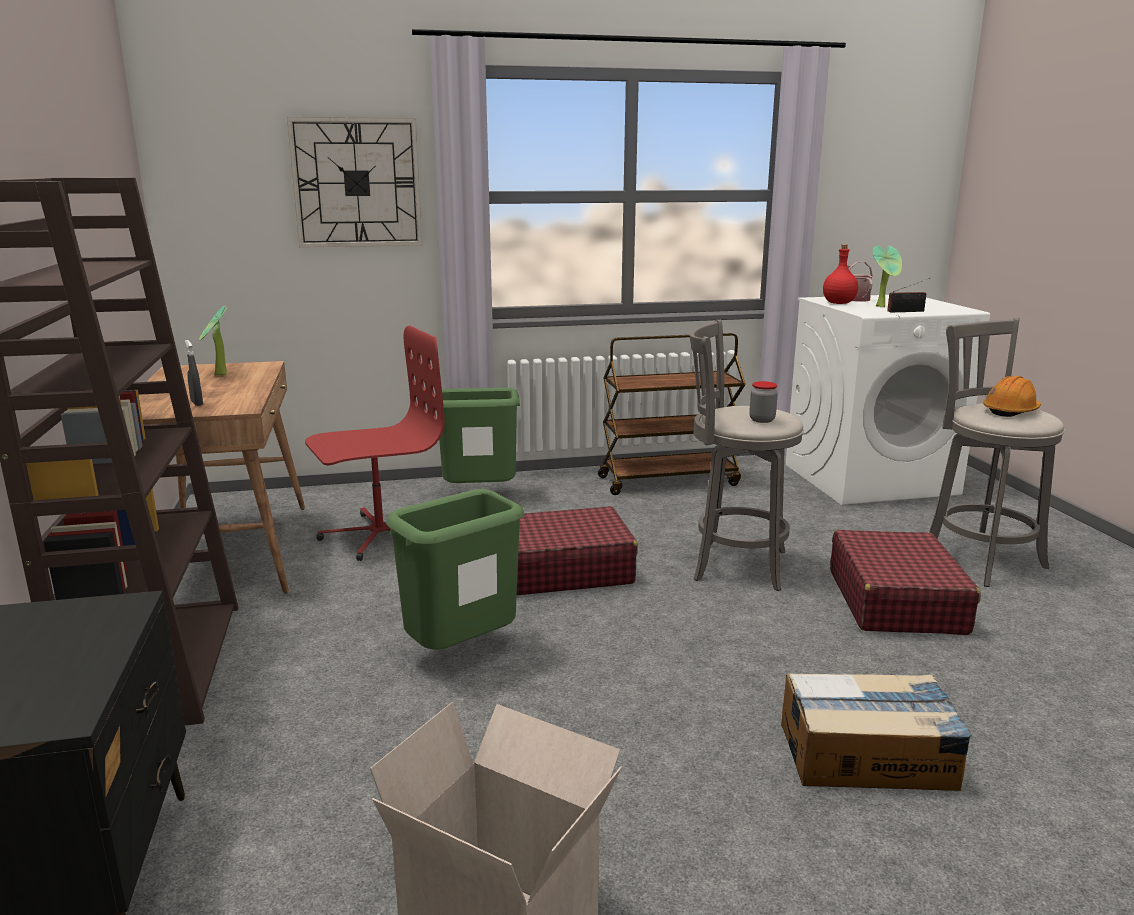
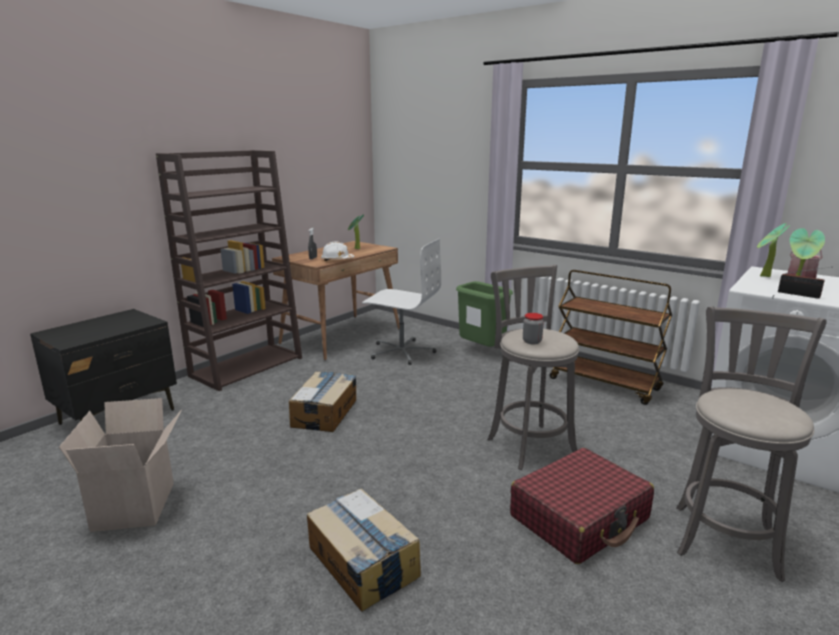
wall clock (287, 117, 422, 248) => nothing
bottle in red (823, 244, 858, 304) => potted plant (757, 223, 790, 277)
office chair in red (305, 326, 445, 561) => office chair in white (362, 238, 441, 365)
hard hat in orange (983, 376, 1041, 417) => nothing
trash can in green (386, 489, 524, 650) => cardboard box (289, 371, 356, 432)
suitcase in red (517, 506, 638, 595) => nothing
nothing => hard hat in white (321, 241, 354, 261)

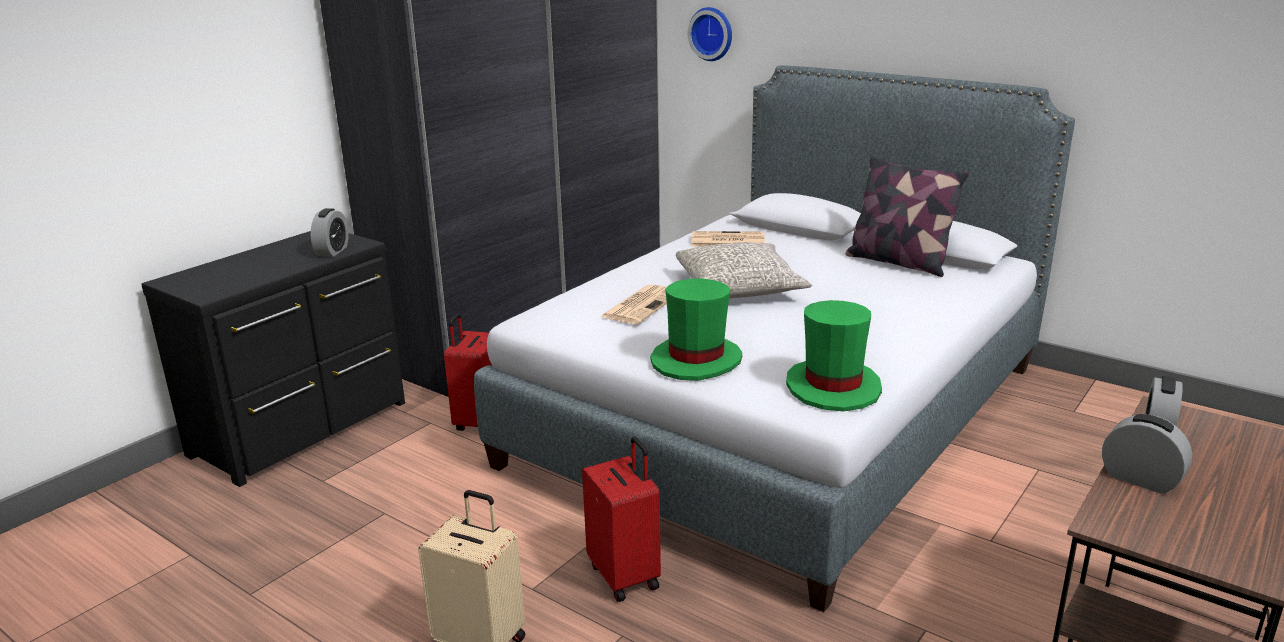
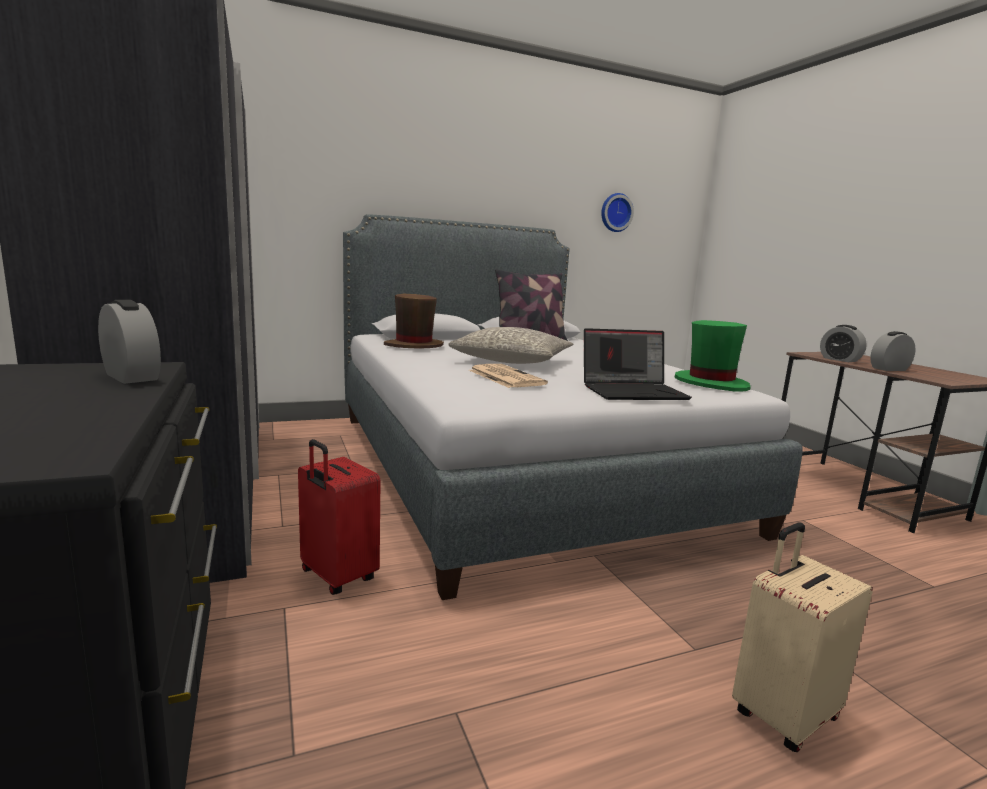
wall clock (688, 7, 732, 61) => wall clock (601, 193, 634, 232), moved
newspaper (692, 231, 765, 247) => hat in brown (384, 294, 444, 348)
hat in green (650, 278, 742, 381) => laptop (584, 328, 692, 400)
suitcase in red (582, 436, 661, 602) => nothing

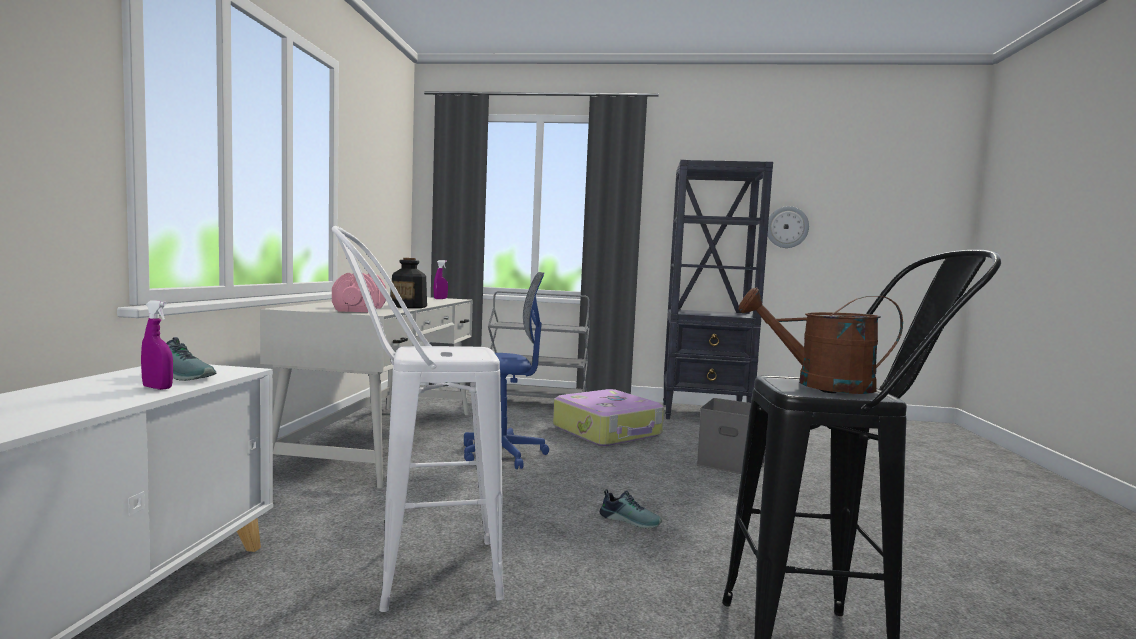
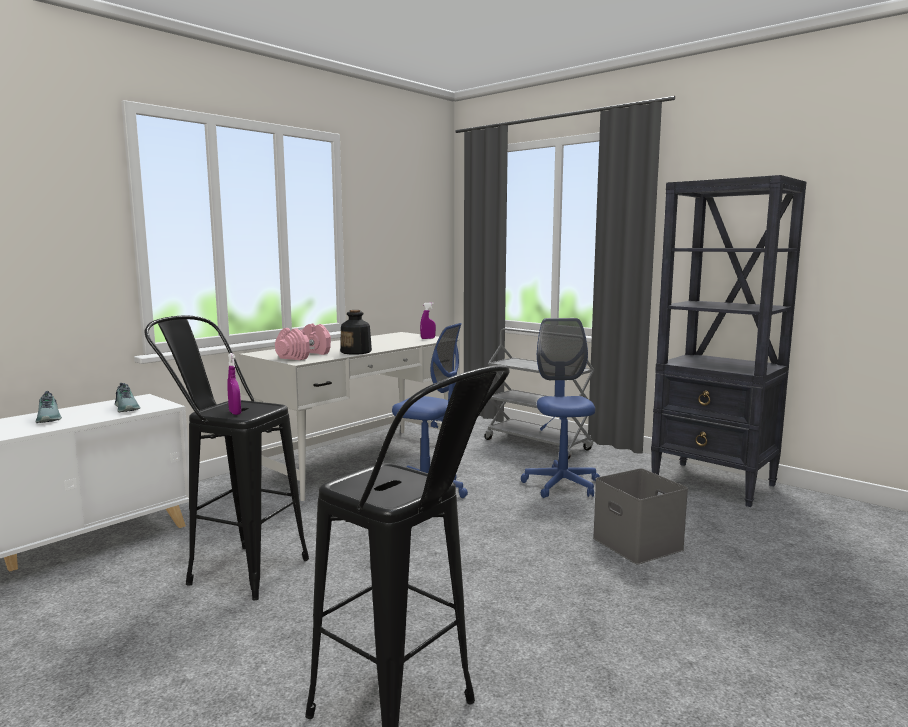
wall clock (767, 206, 809, 248) => nothing
stool in white (332, 226, 504, 612) => stool in black (144, 315, 309, 601)
watering can in brown (739, 287, 903, 394) => nothing
spray bottle in purple (141, 300, 173, 390) => spray bottle in purple (227, 353, 241, 415), moved
suitcase (553, 389, 664, 446) => office chair in blue (521, 318, 600, 498)
shoe (600, 489, 662, 529) => shoe (36, 391, 62, 423), moved

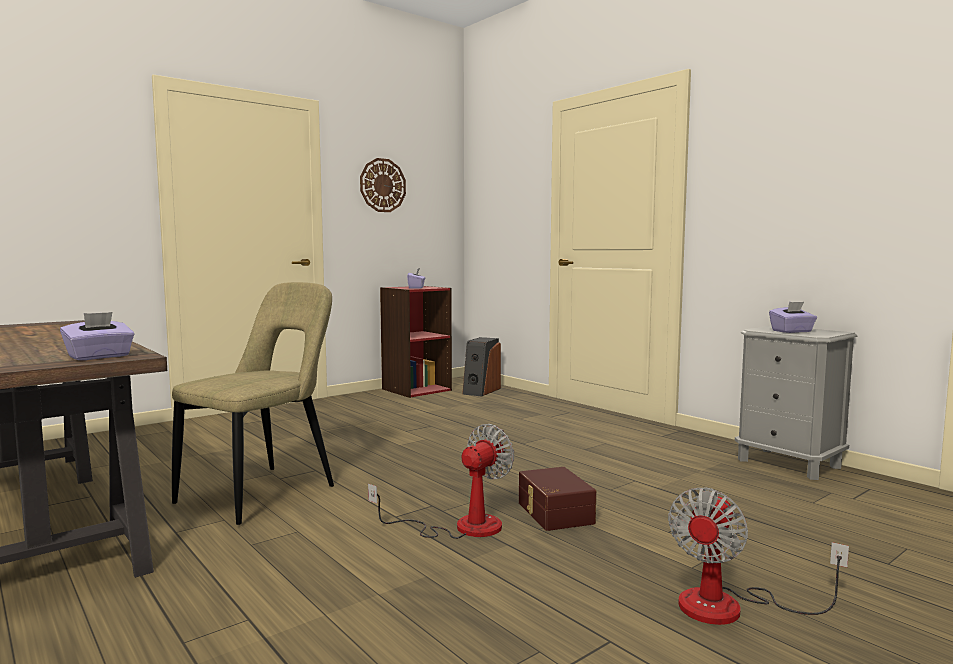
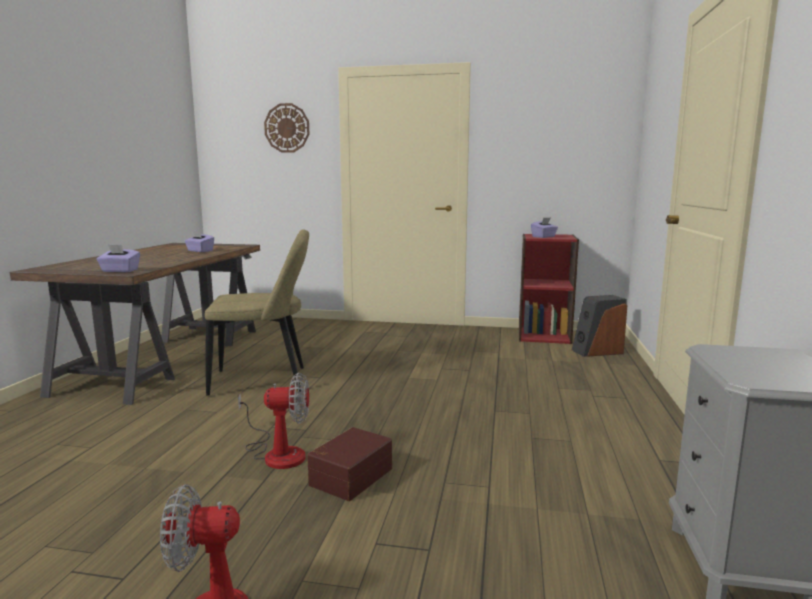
wall clock (360, 158, 406, 212) => wall clock (264, 103, 309, 153), moved
tissue box in purple (769, 302, 817, 333) => tissue box in purple (185, 230, 214, 252), moved

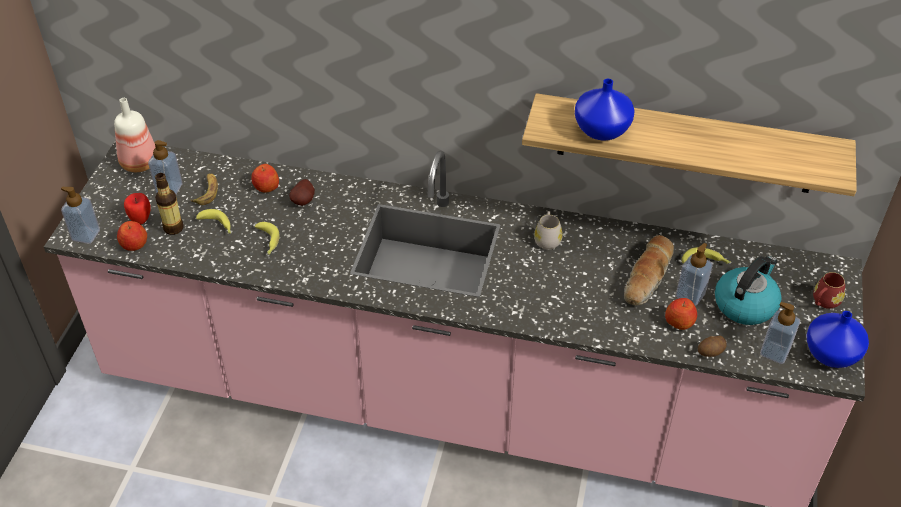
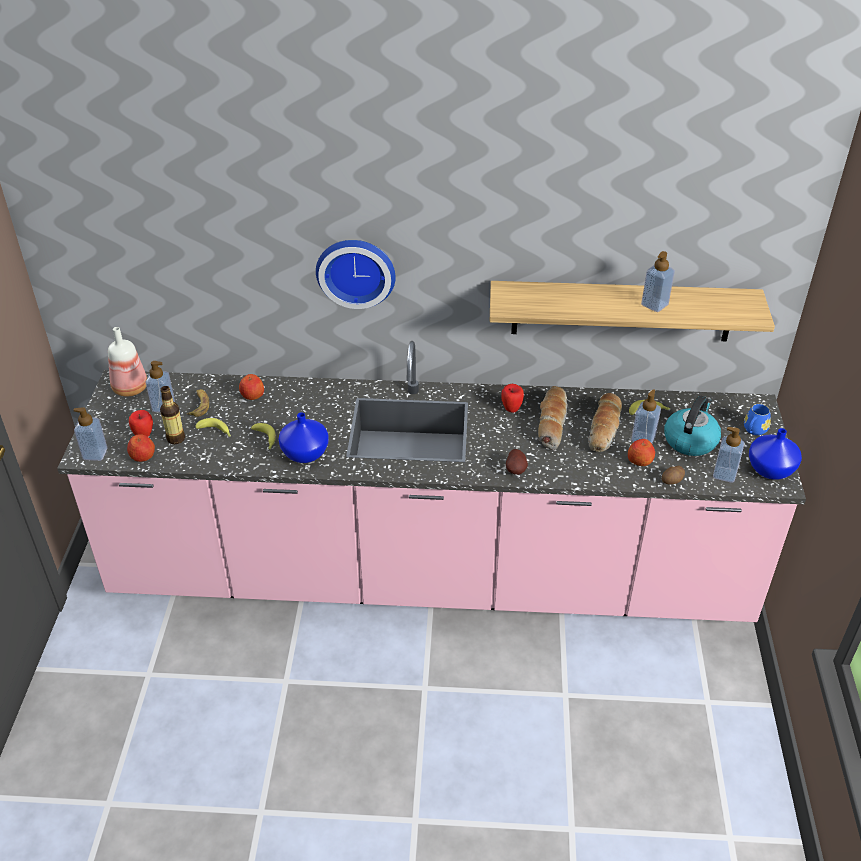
vase in blue (575, 79, 635, 141) => vase in blue (279, 412, 329, 463), moved
potato (289, 179, 315, 206) => potato (506, 449, 528, 475), moved
mug in white (534, 211, 563, 250) => apple (501, 384, 524, 413)
mug in red (813, 272, 845, 309) => mug in blue (744, 404, 771, 435)
nothing => wall clock (316, 240, 396, 309)
nothing => soap dispenser (641, 251, 675, 312)
nothing => bread (538, 386, 568, 450)

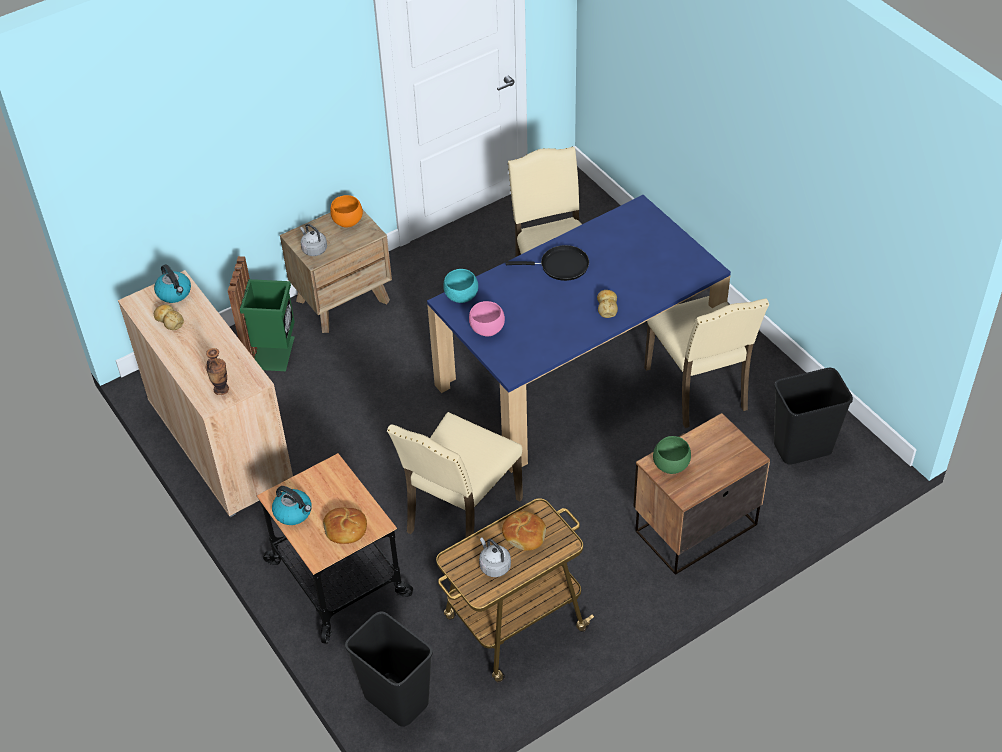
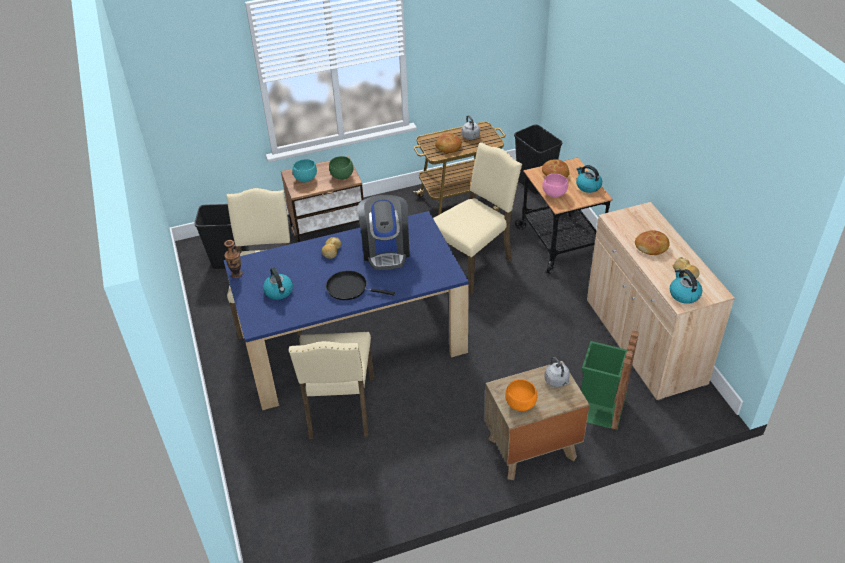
bowl in turquoise (443, 269, 478, 303) => bowl in turquoise (292, 159, 317, 182), moved
bowl in pink (469, 301, 505, 336) => bowl in pink (542, 174, 568, 197), moved
vase (206, 348, 229, 395) => vase (224, 240, 243, 278), moved
nothing => coffee machine (357, 195, 410, 270)
nothing => bread (635, 230, 670, 255)
nothing => kettle (263, 267, 293, 300)

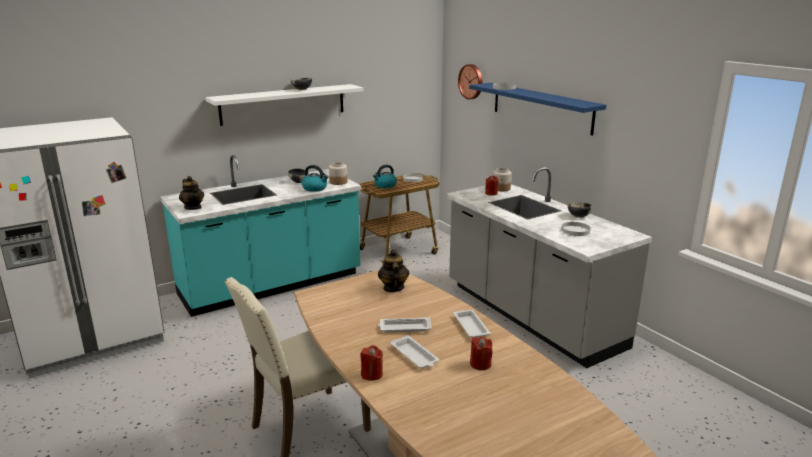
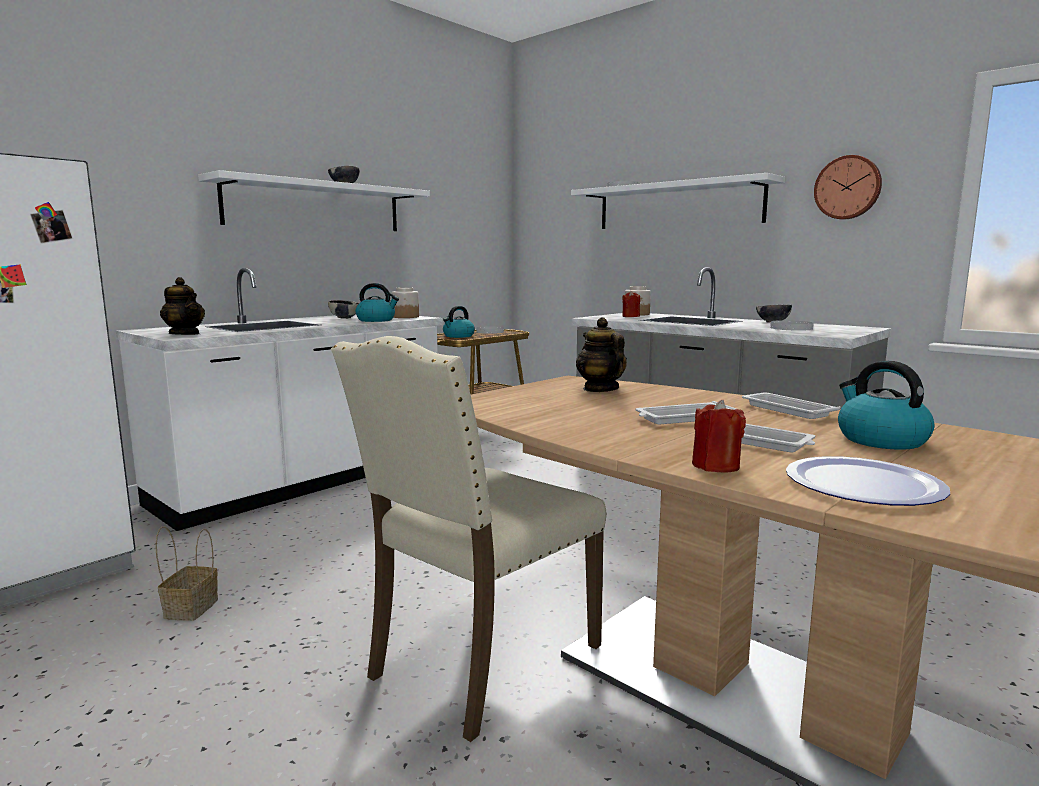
wall clock (458, 64, 482, 100) => wall clock (814, 155, 882, 220), moved
shelf in blue (469, 83, 606, 136) => shelf in white (571, 173, 785, 229)
counter in turquoise (160, 155, 361, 317) => counter in white (116, 268, 443, 531)
candle in red (470, 336, 493, 370) => kettle (838, 361, 934, 450)
nothing => plate (786, 456, 950, 506)
nothing => basket (155, 526, 218, 621)

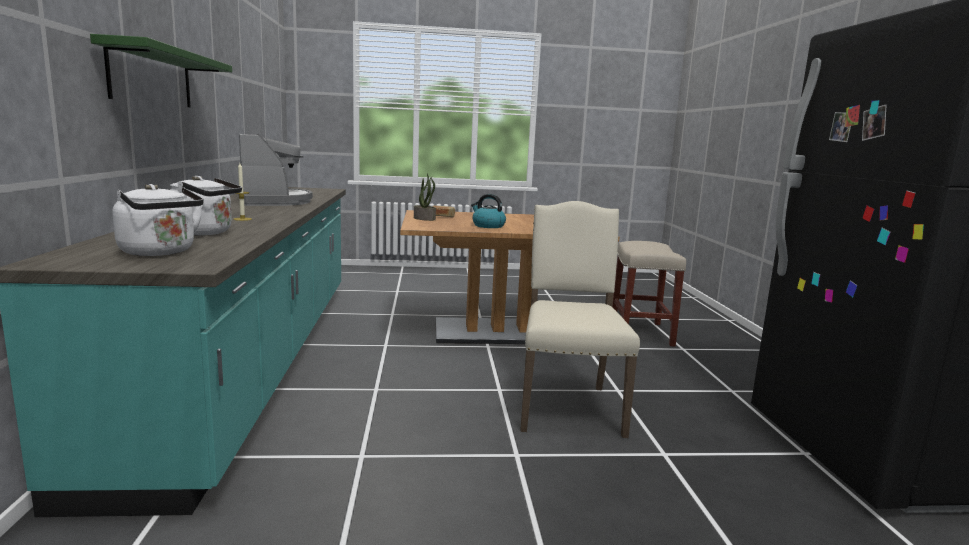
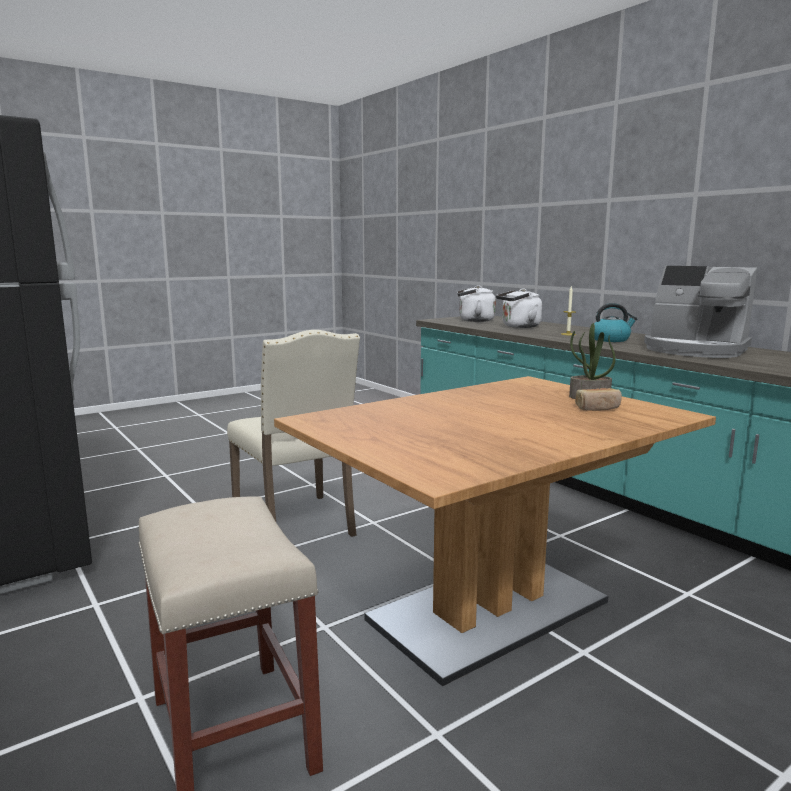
shelf in green (90, 34, 232, 108) => nothing
kettle (471, 194, 506, 228) => kettle (594, 303, 637, 342), moved

